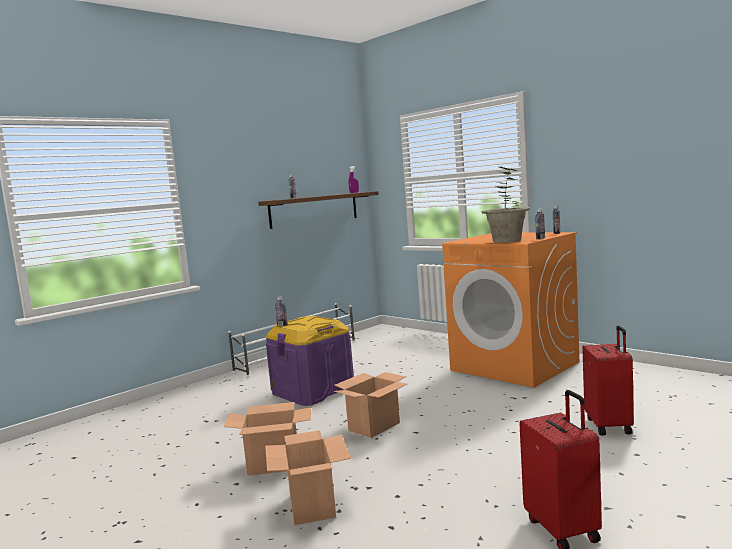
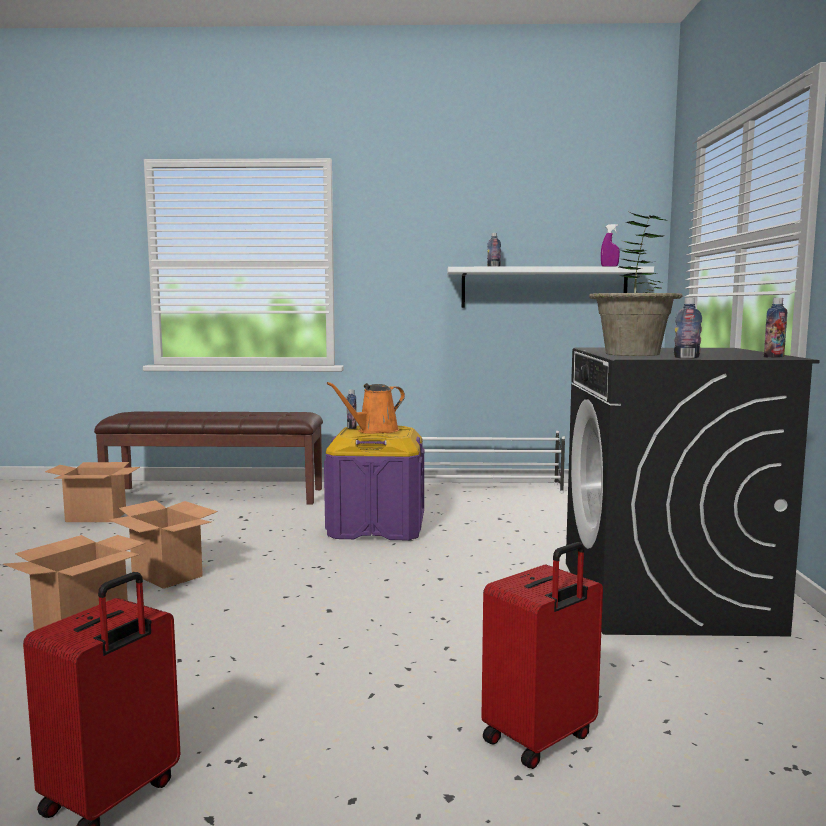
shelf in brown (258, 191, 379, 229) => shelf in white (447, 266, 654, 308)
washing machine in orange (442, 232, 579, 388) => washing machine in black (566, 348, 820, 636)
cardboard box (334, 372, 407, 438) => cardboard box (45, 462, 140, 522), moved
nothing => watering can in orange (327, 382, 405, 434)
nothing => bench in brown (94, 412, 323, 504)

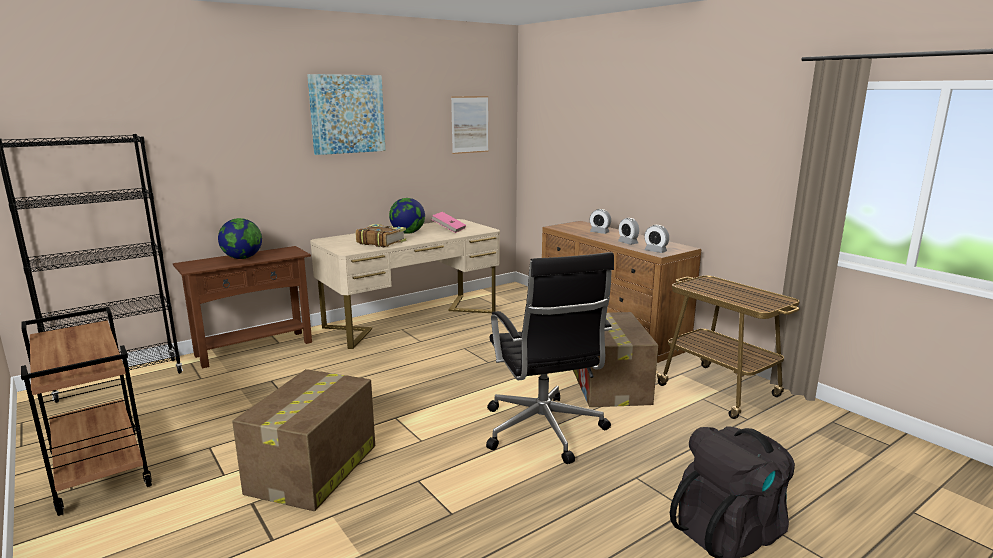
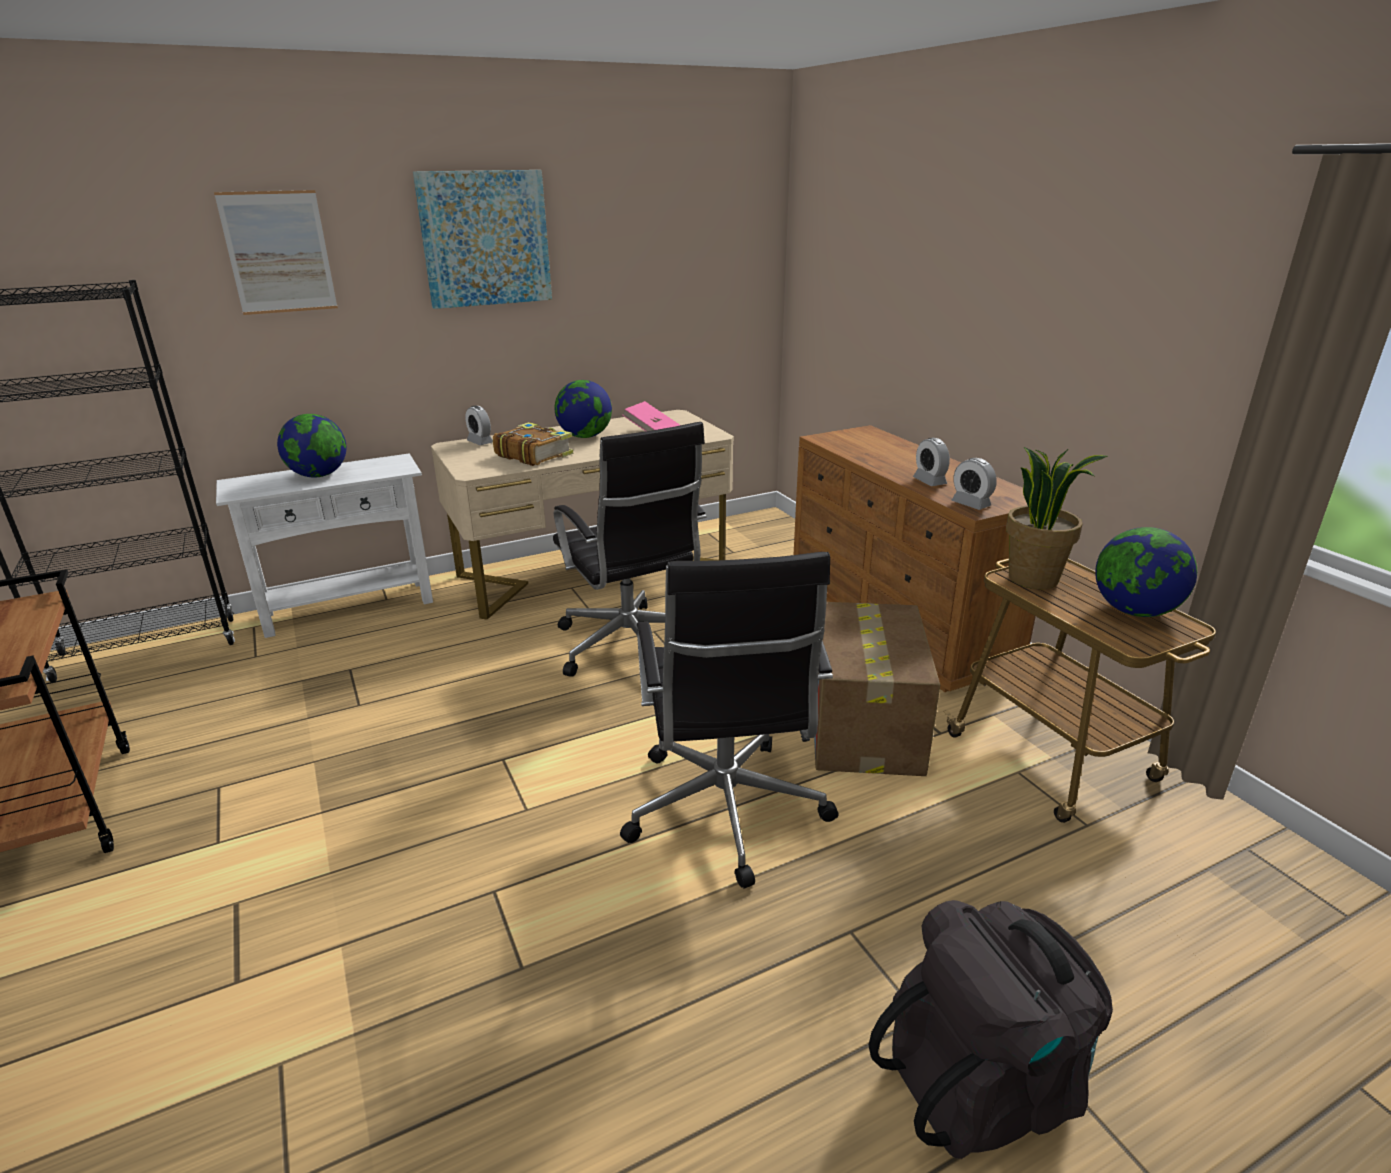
picture (451, 96, 489, 154) => picture (214, 190, 338, 315), moved
alarm clock (590, 209, 611, 234) => alarm clock (465, 406, 493, 445), moved
console table in brown (173, 246, 312, 368) => console table in white (216, 453, 433, 638)
cardboard box (232, 369, 375, 511) => nothing
nothing => office chair in black (553, 422, 707, 677)
nothing => potted plant (1006, 447, 1108, 589)
nothing => globe (1095, 527, 1197, 617)

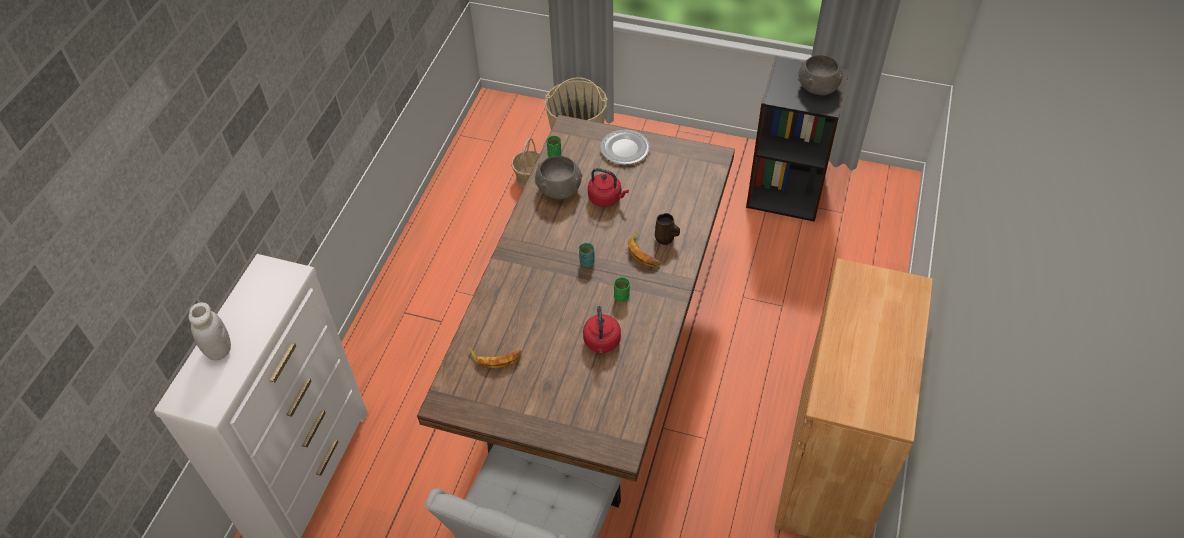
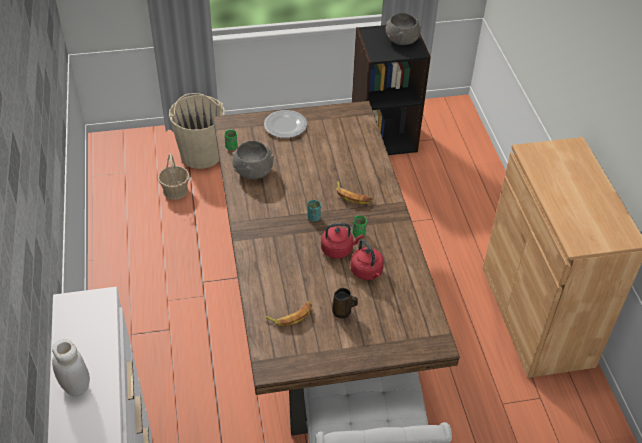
kettle in red (588, 168, 629, 207) => kettle in red (321, 223, 363, 259), moved
mug in brown (655, 213, 680, 245) => mug in brown (332, 288, 358, 319), moved

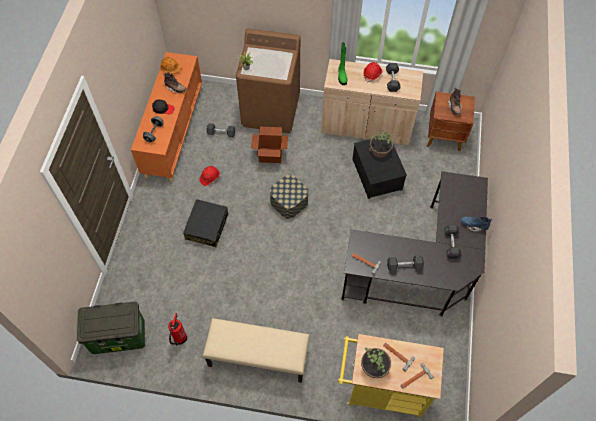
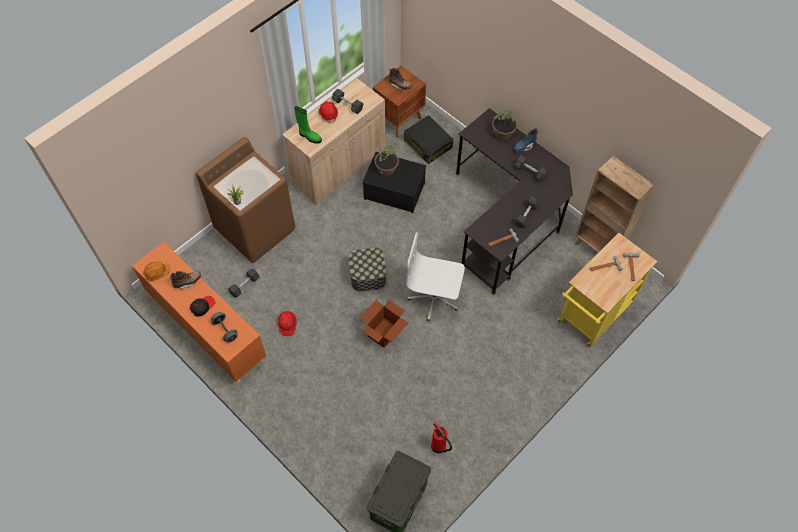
cardboard box (251, 127, 288, 163) => cardboard box (360, 300, 408, 348), moved
suitcase in black (183, 199, 228, 247) => suitcase in black (404, 115, 454, 164), moved
bench in beige (203, 318, 310, 383) => nothing
potted plant (361, 348, 391, 378) => potted plant (492, 107, 519, 139), moved
nothing => bookcase in brown (575, 156, 654, 253)
nothing => office chair in white (406, 232, 465, 321)

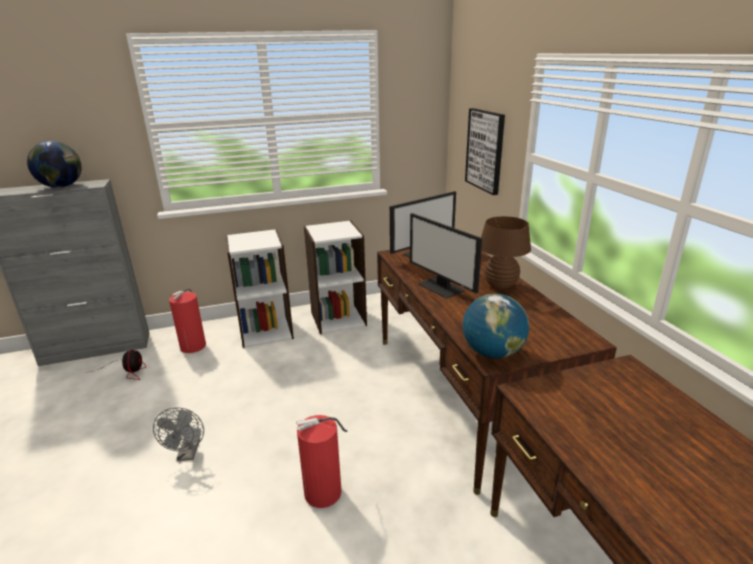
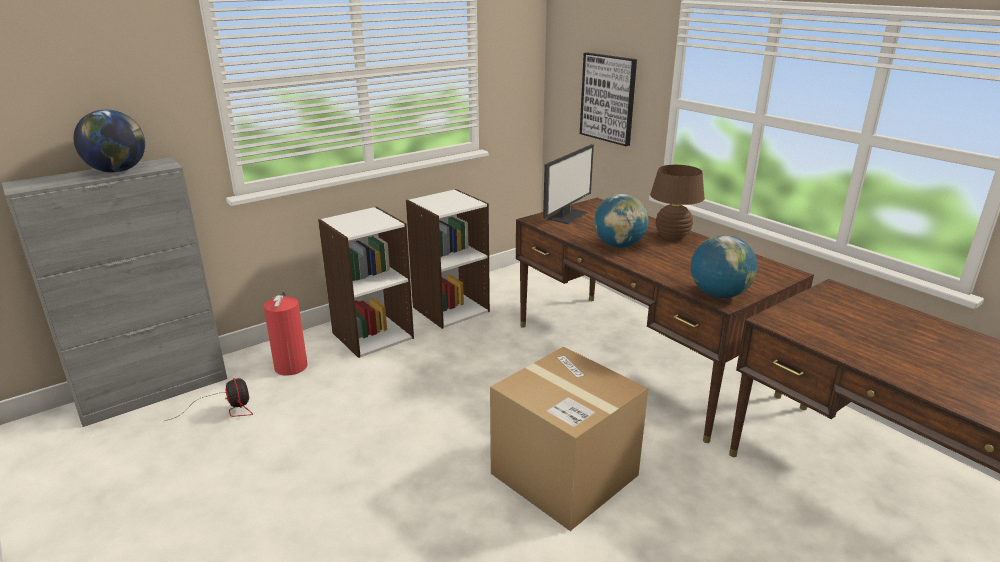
monitor (410, 213, 482, 299) => globe (594, 194, 649, 248)
fan in grey (153, 407, 204, 461) => nothing
fire extinguisher (296, 415, 347, 508) => cardboard box (490, 346, 648, 531)

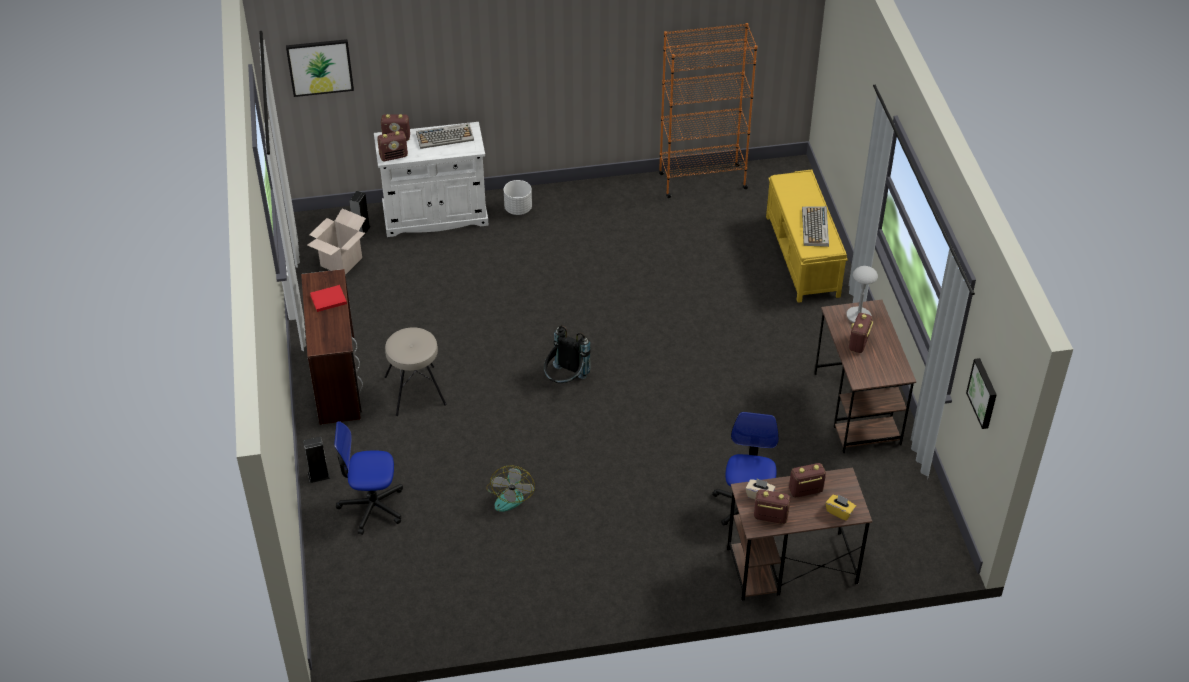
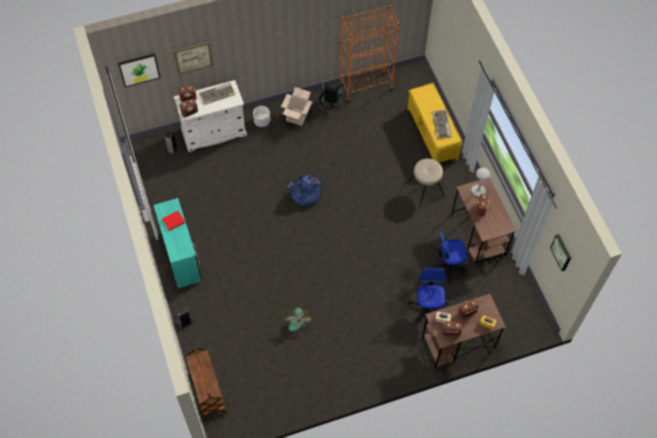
cardboard box (307, 208, 366, 275) => cardboard box (281, 87, 313, 126), moved
desk in brown (301, 269, 363, 425) => desk in turquoise (153, 198, 202, 288)
backpack in black (544, 325, 591, 383) => backpack in black (318, 81, 342, 112), moved
stool in beige (384, 327, 447, 416) => stool in beige (405, 159, 445, 207), moved
office chair (334, 421, 403, 535) => office chair (429, 232, 467, 284), moved
nothing => picture (174, 42, 213, 75)
nothing => backpack in blue (287, 174, 321, 206)
nothing => cart in brown (186, 346, 226, 420)

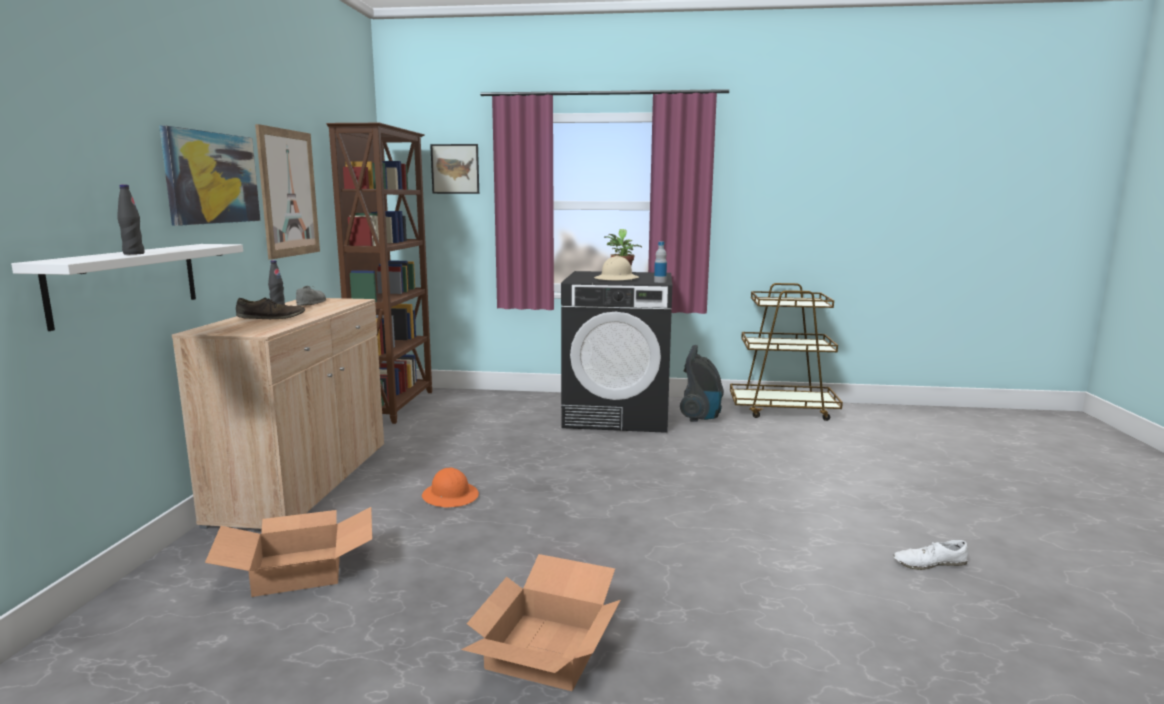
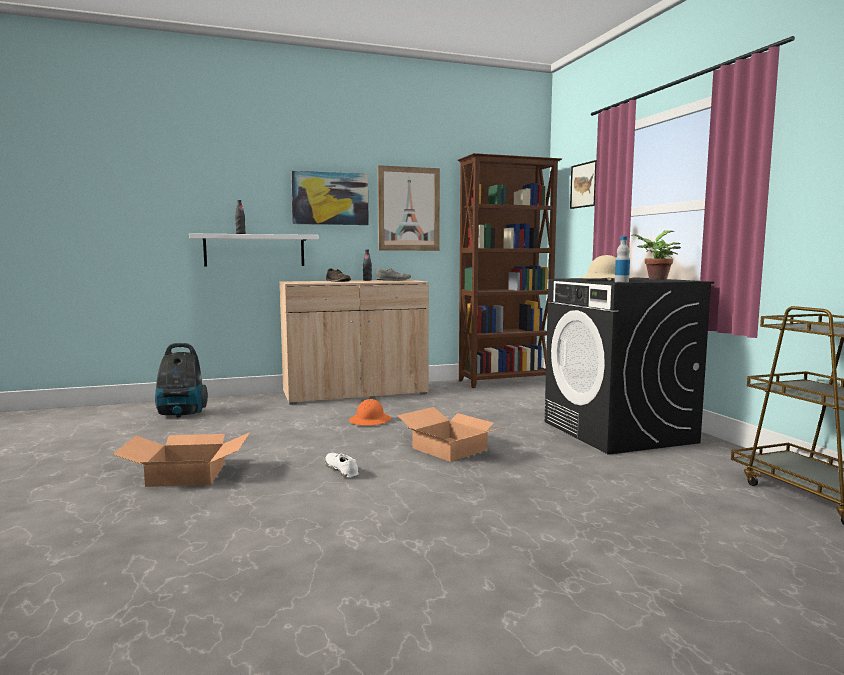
vacuum cleaner (680, 345, 724, 422) => vacuum cleaner (155, 343, 208, 417), moved
cardboard box (205, 507, 372, 597) => cardboard box (397, 407, 503, 462), moved
shoe in white (893, 540, 968, 570) => shoe in white (325, 452, 358, 478), moved

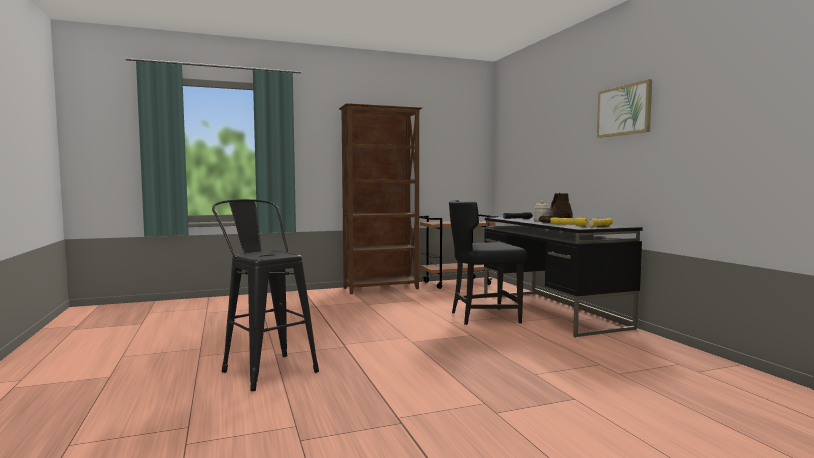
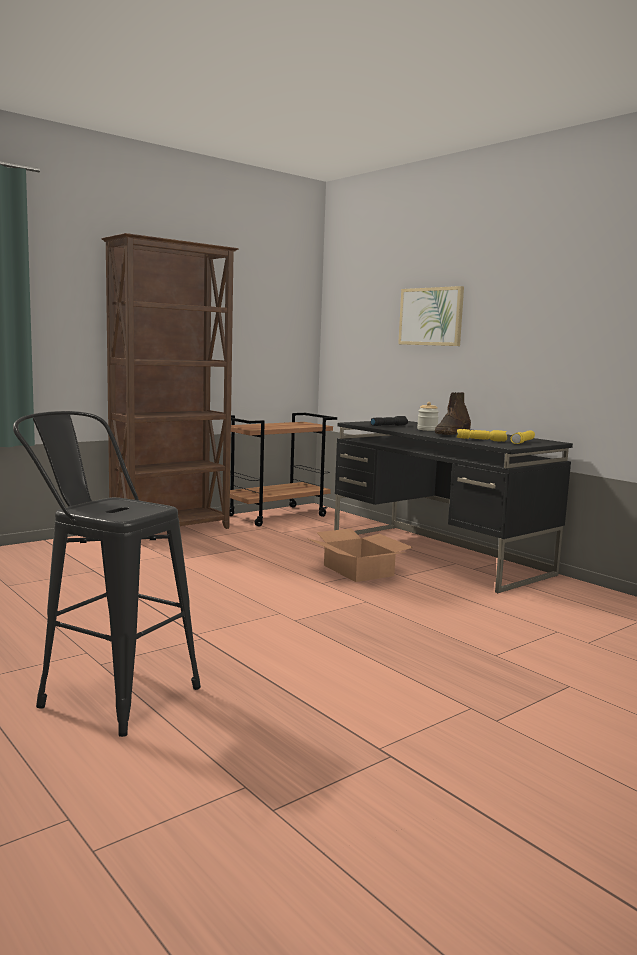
picture (597, 79, 652, 138) => picture (398, 286, 464, 346), moved
chair in black (449, 200, 527, 325) => cardboard box (307, 528, 414, 582)

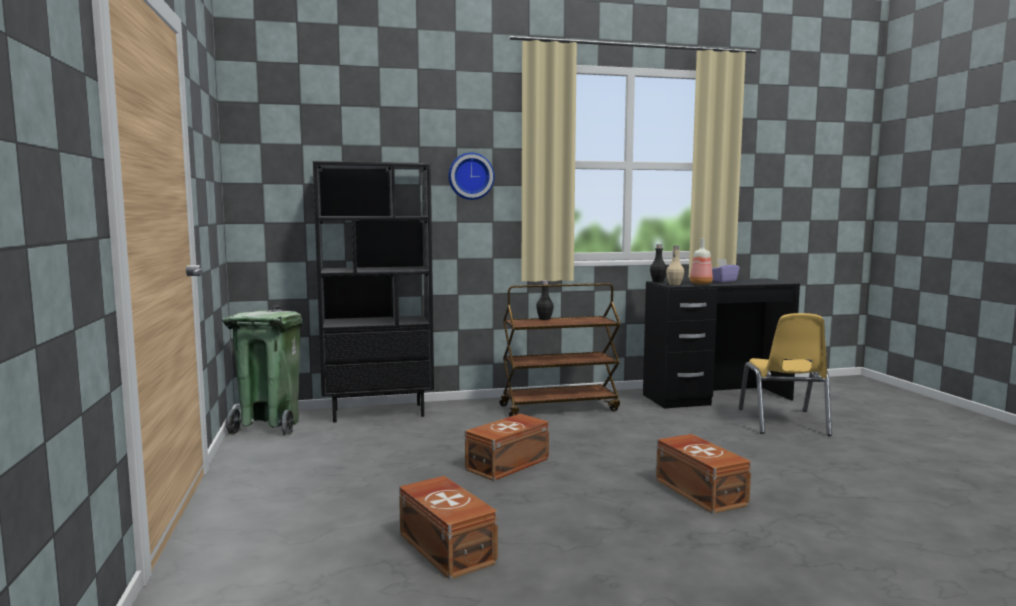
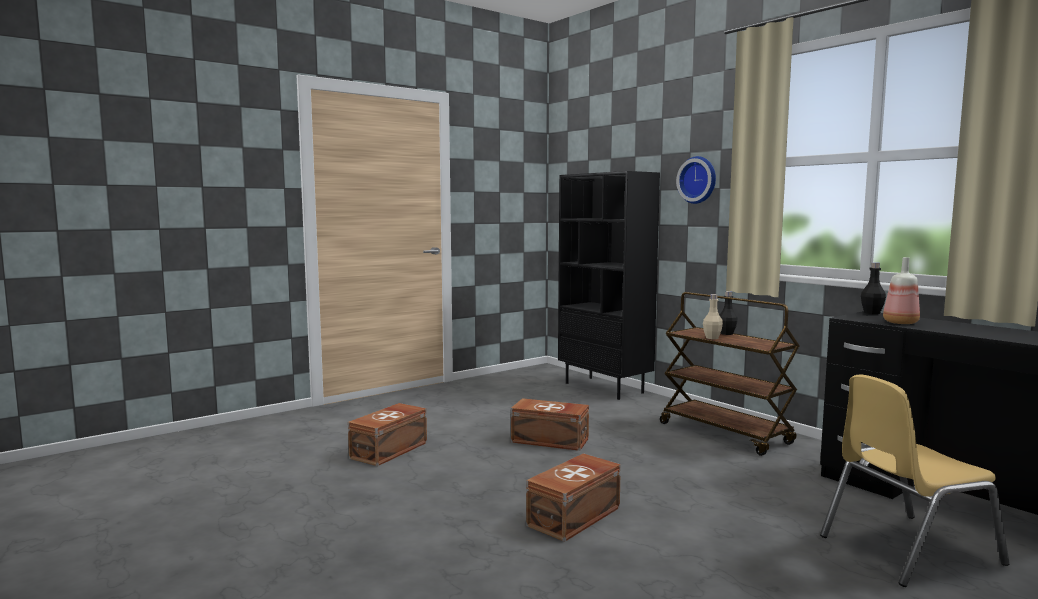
bottle in beige (666, 246, 684, 285) => bottle in beige (703, 294, 723, 339), moved
tissue box in purple (712, 259, 740, 282) => nothing
trash can in green (222, 306, 303, 436) => nothing

